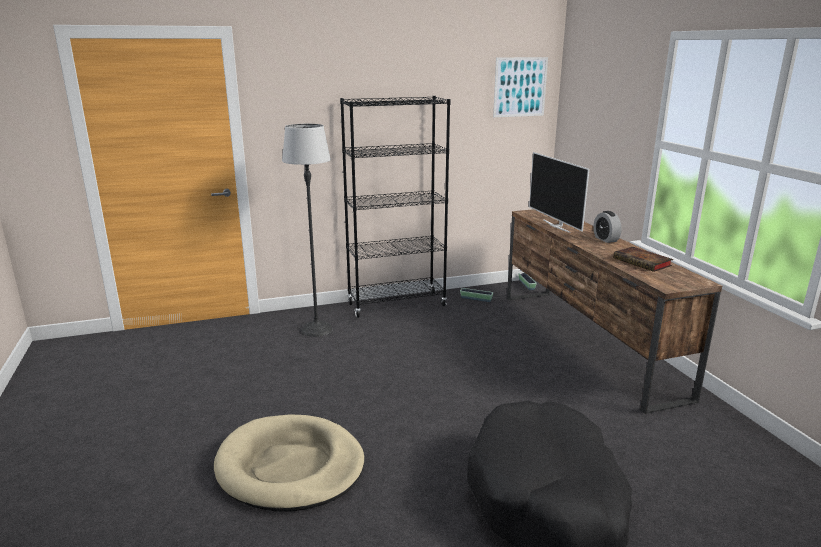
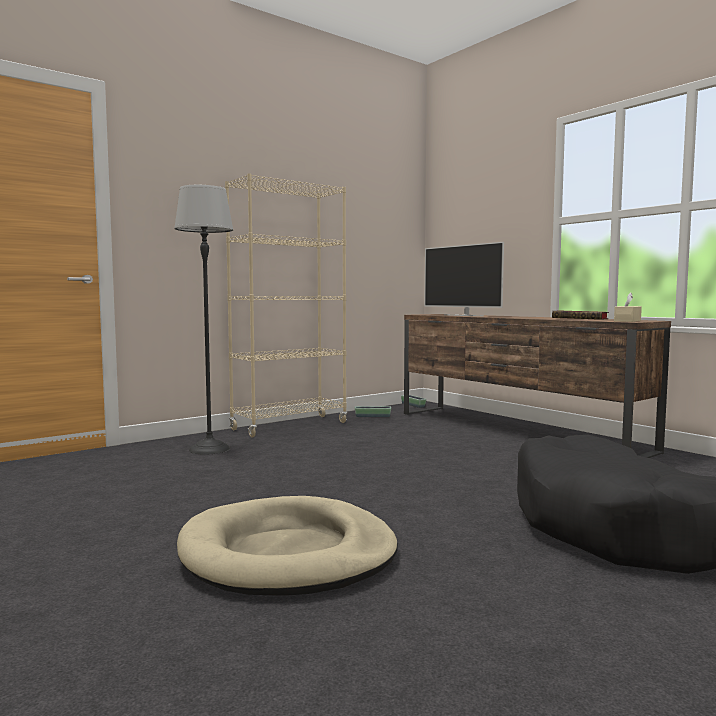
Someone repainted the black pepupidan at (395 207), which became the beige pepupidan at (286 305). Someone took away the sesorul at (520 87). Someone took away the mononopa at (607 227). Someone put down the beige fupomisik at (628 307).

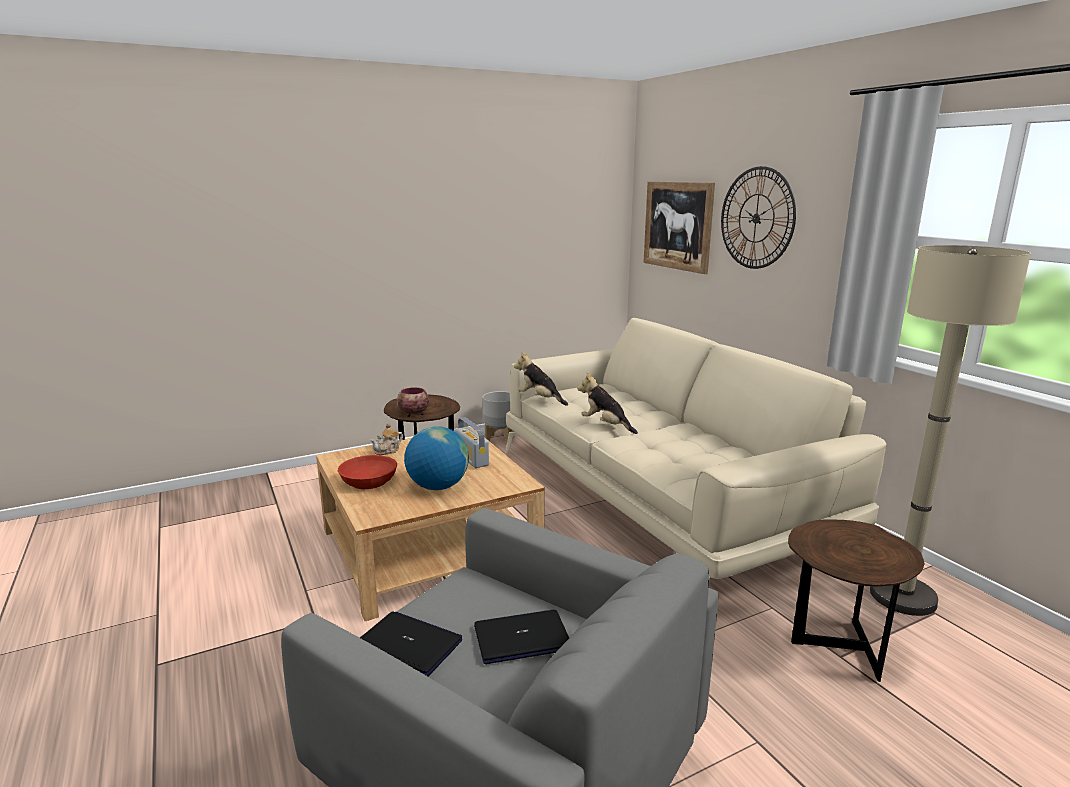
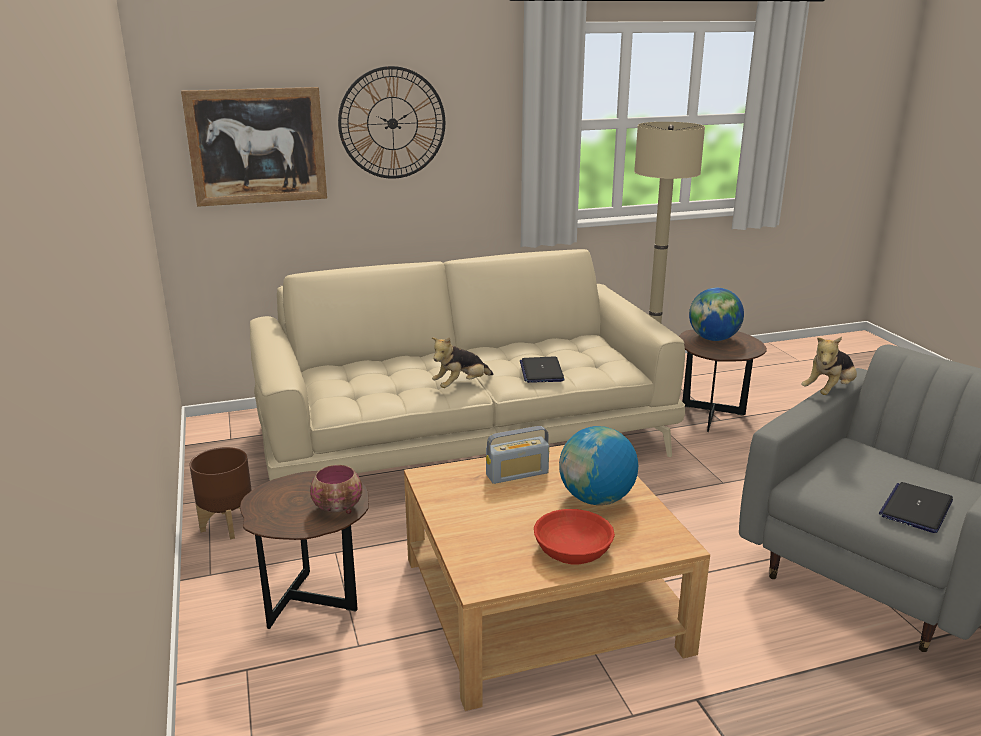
Someone took away the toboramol at (386 439). Someone carried the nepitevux from (521 637) to (542 369). Someone repainted the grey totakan at (498 417), which became the brown totakan at (221 493). Someone carried the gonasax from (541 379) to (829 366). Someone put down the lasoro at (716 314).

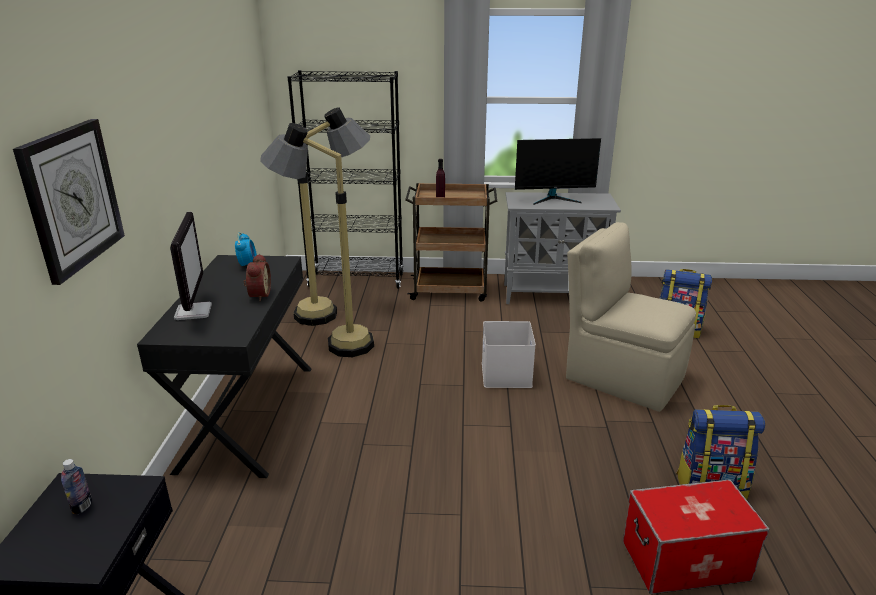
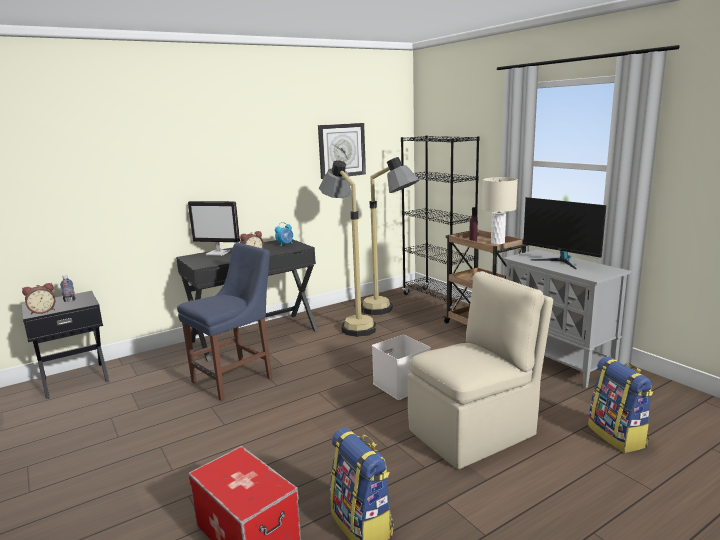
Someone carried the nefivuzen from (69 202) to (342 151). Someone rotated the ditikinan at (191 266) by 60 degrees clockwise. Someone rotated the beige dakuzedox at (631 317) by 60 degrees clockwise. Someone put down the mononopa at (38 299). Someone put down the blue dakuzedox at (224 322). Someone put down the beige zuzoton at (500 211).

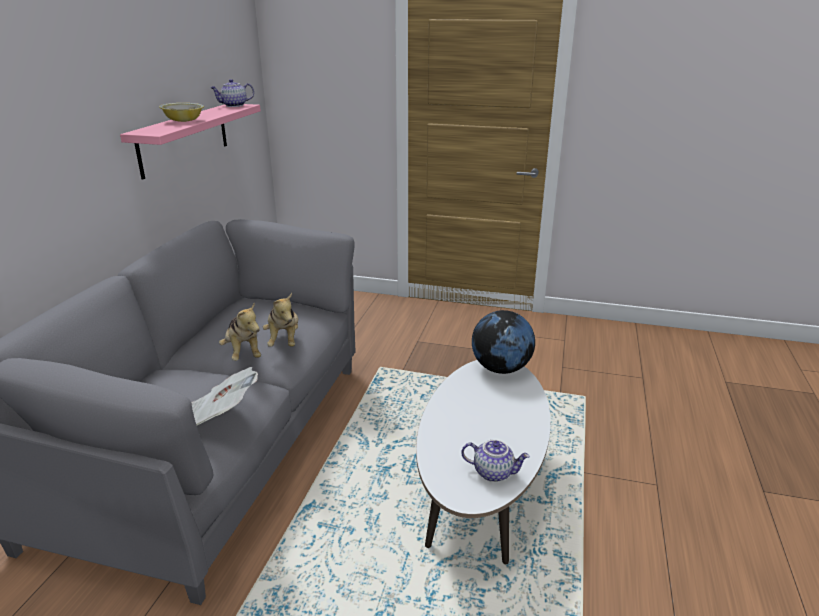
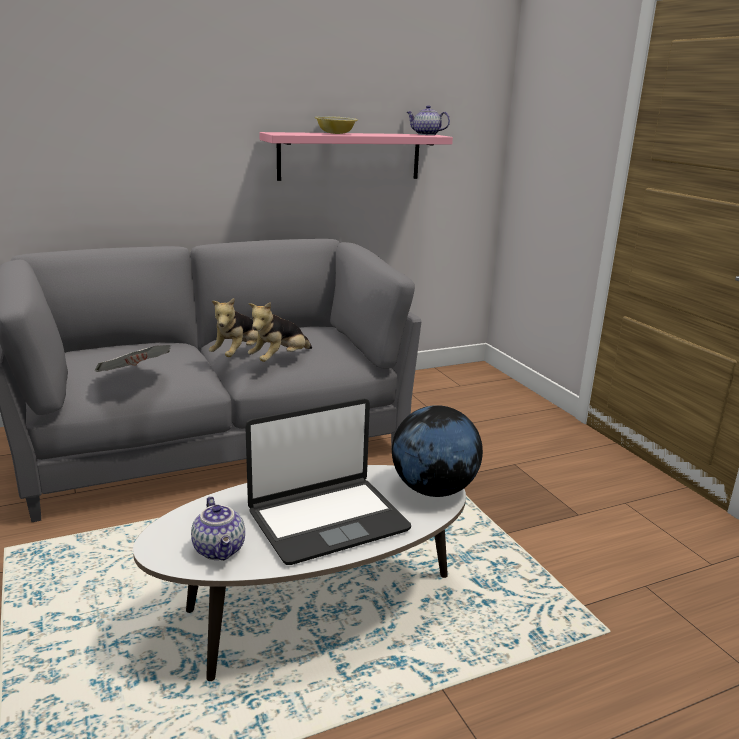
Someone put down the nepitevux at (328 482).

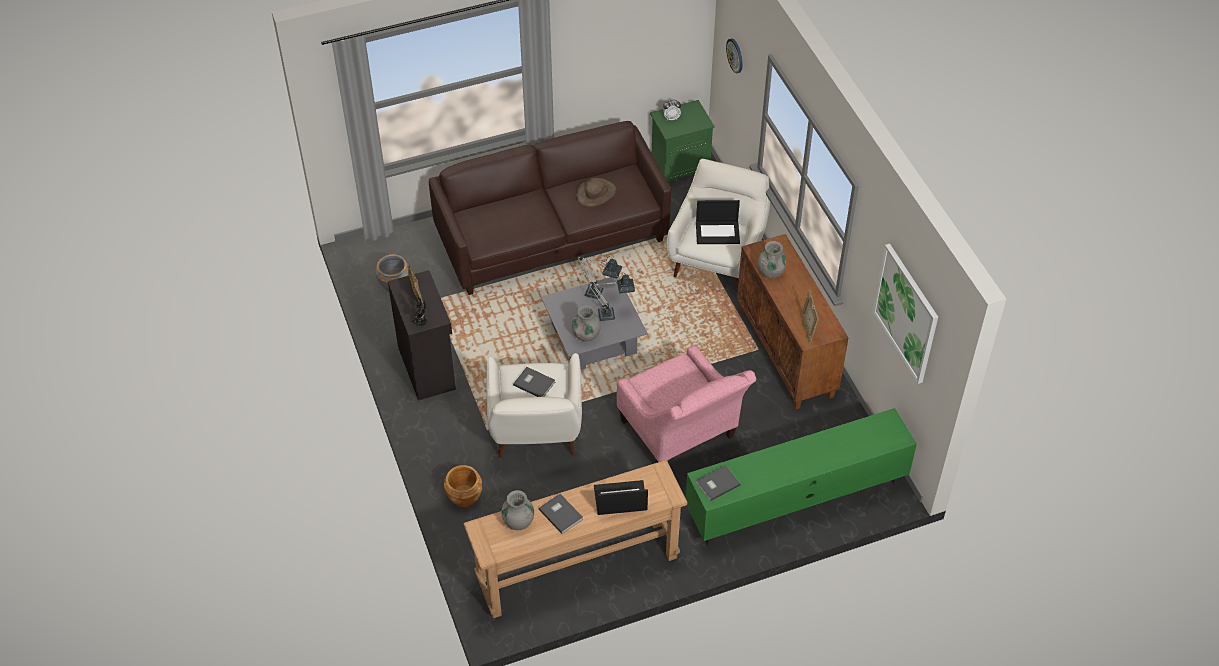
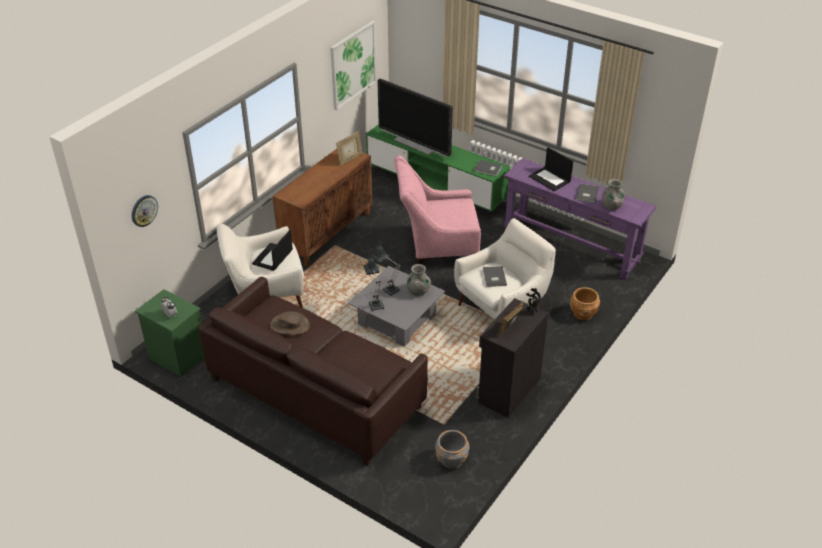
Someone repainted the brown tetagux at (575 539), which became the purple tetagux at (580 219). Someone rotated the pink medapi at (686 404) by 120 degrees counterclockwise. Someone rotated the nepitevux at (718 222) by 120 degrees counterclockwise. Someone took away the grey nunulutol at (772 259). Someone put down the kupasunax at (415 118).

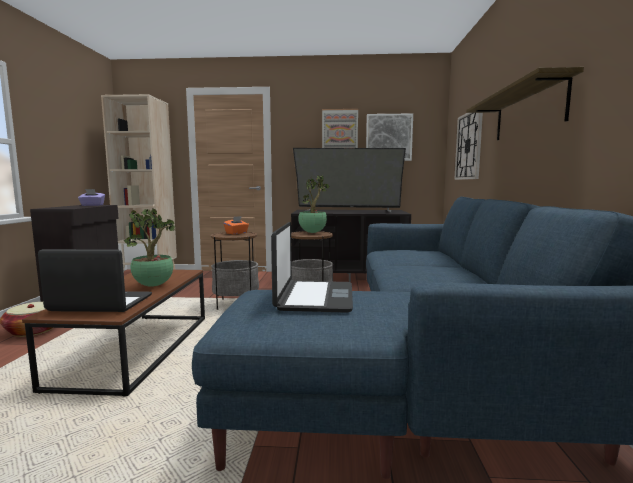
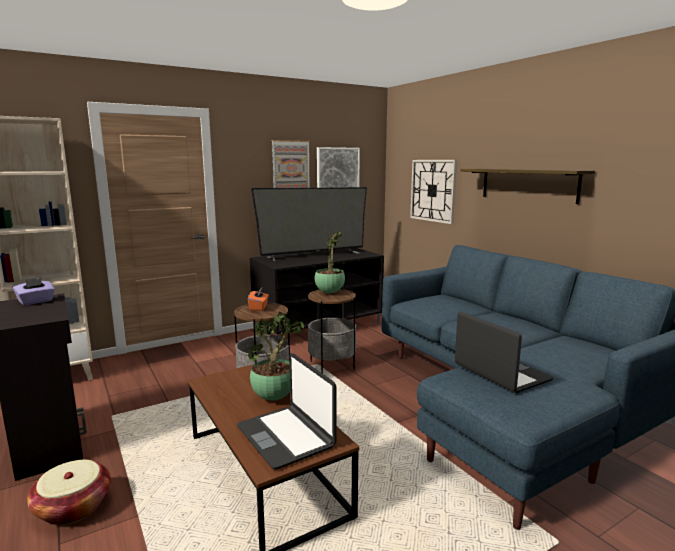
Someone rotated the nepitevux at (95 280) by 90 degrees counterclockwise.

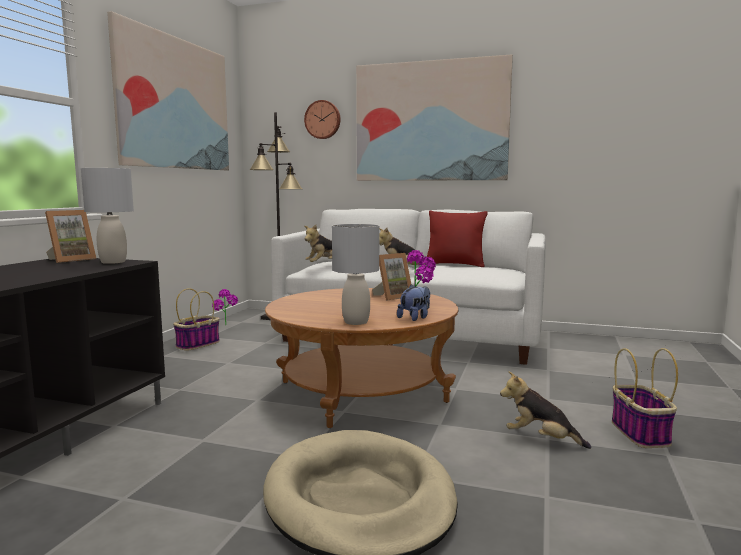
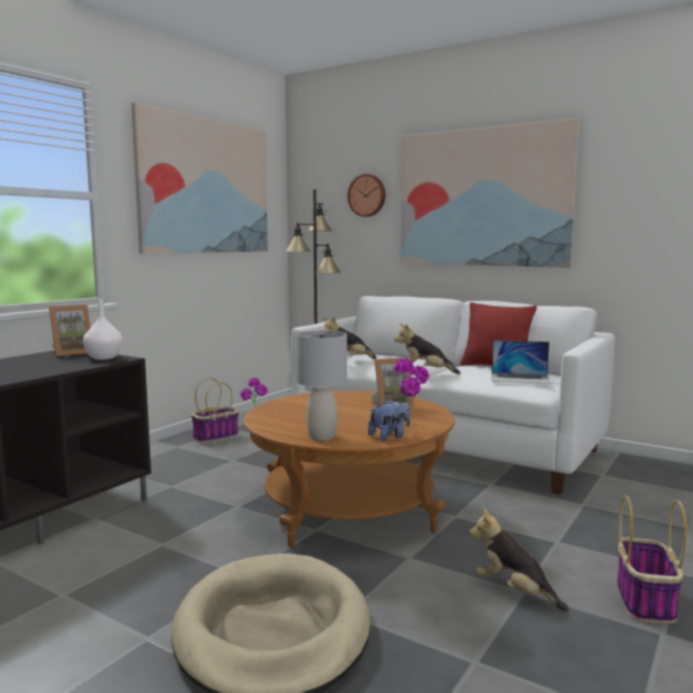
Someone swapped the grey zuzoton at (107 216) for the white nunulutol at (102 329). Someone put down the nepitevux at (520 362).

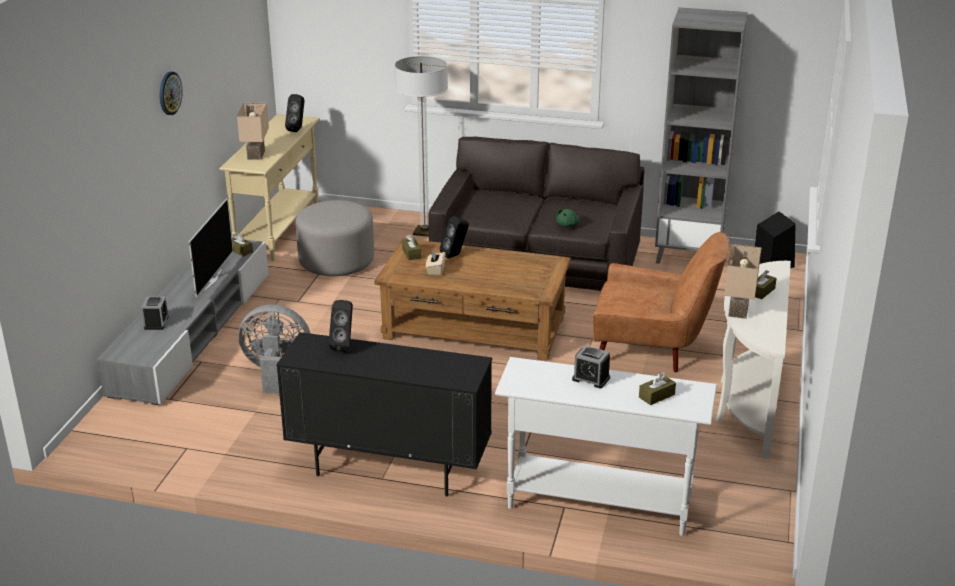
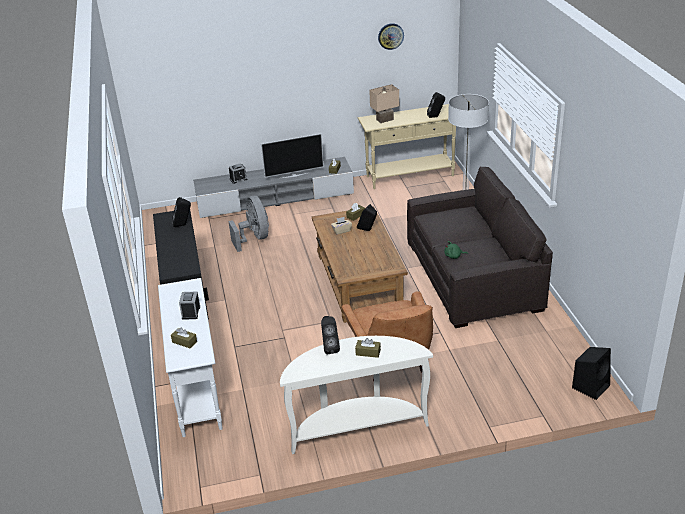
Someone carried the nefivuzen from (171 93) to (391 36). Someone took away the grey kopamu at (334 238). Someone took away the grey pepupidan at (701 135). Someone swapped the beige zuzoton at (743 281) for the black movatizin at (330 335).

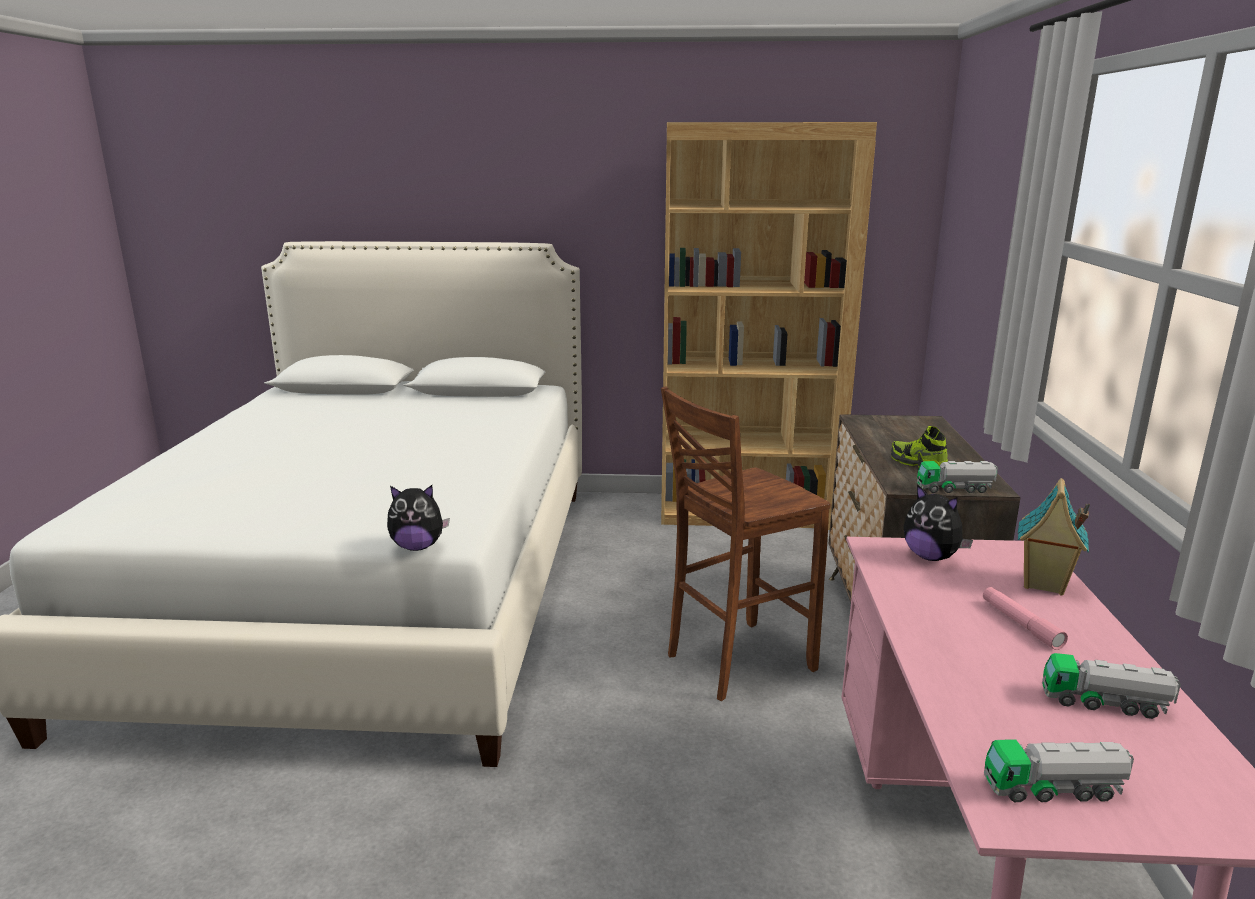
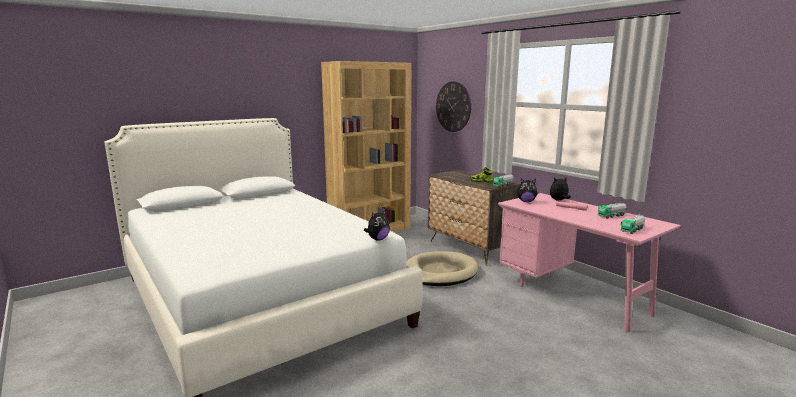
Someone swapped the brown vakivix at (746 543) for the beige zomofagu at (442 268). Someone swapped the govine at (1054 536) for the gonasax at (560 189). Someone put up the nefivuzen at (453 106).

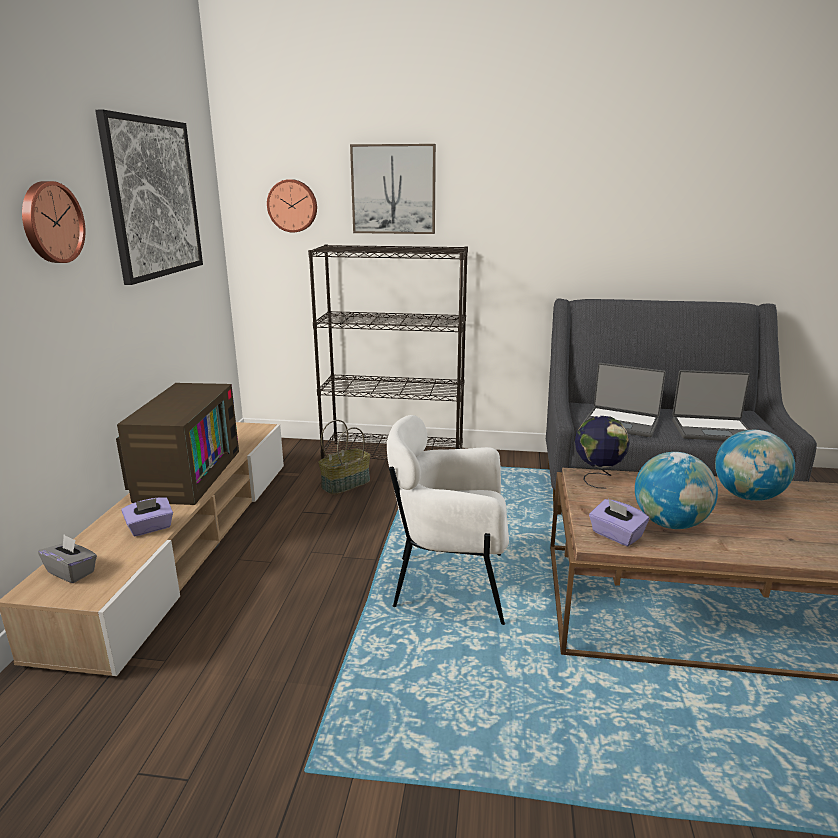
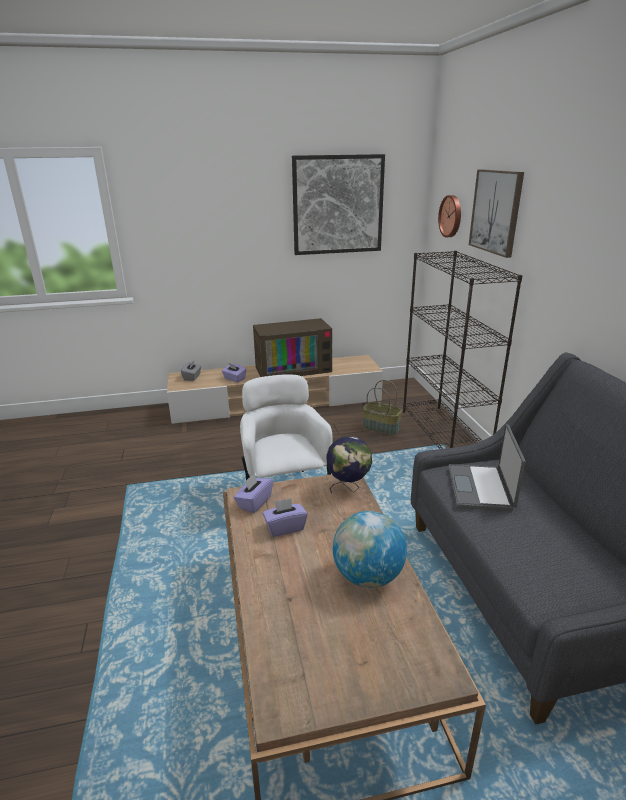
Someone took away the nefivuzen at (53 222). Someone swapped the lasoro at (676 490) for the purple fupomisik at (285 517). Someone took away the nepitevux at (711 405).

